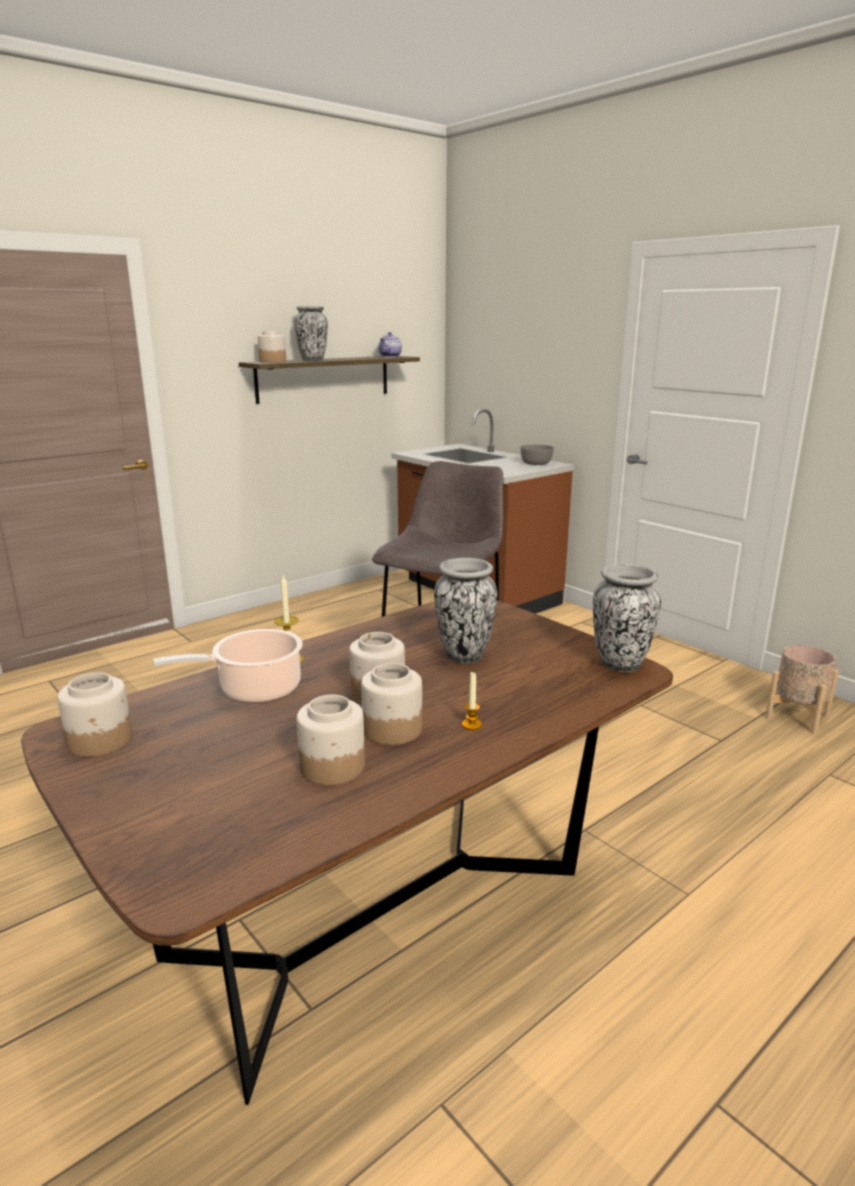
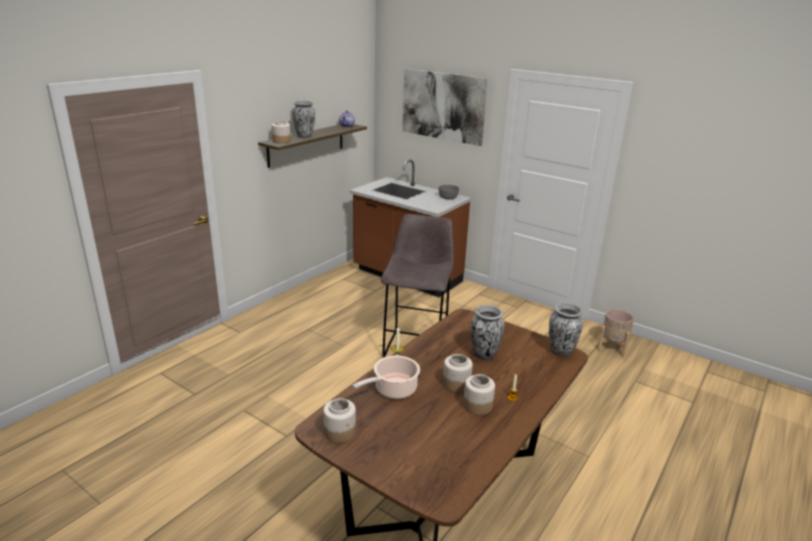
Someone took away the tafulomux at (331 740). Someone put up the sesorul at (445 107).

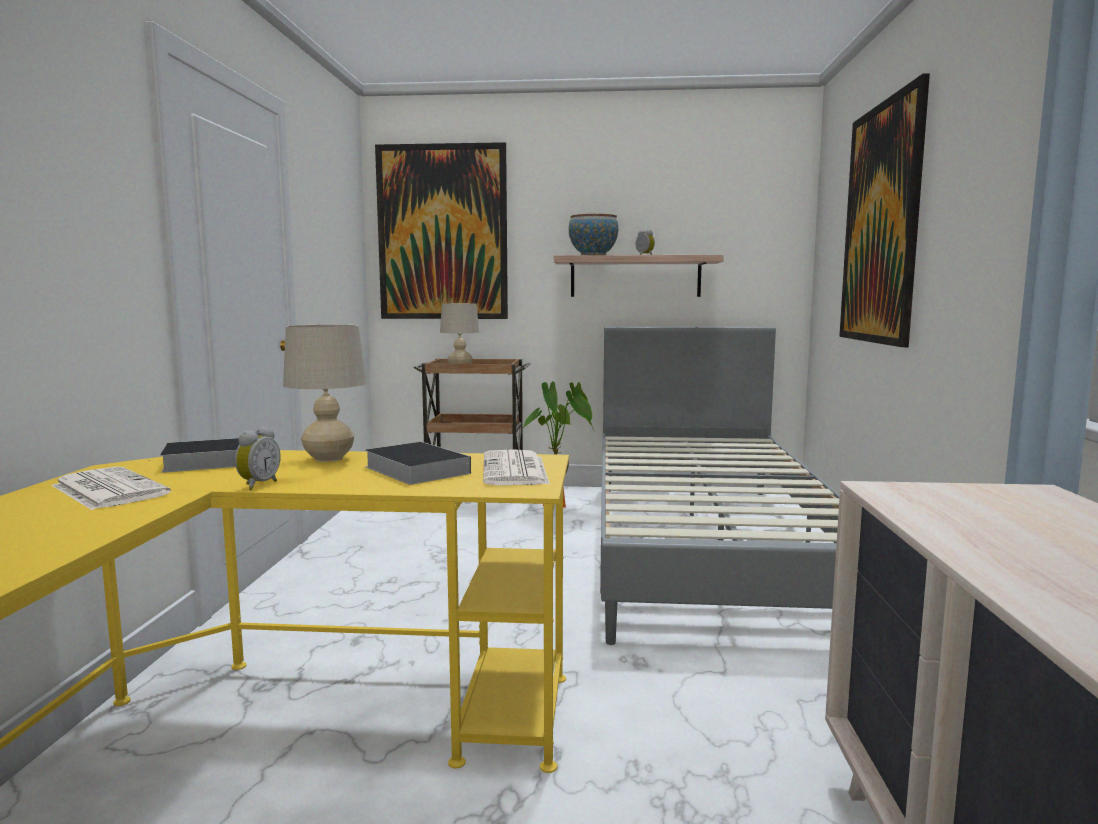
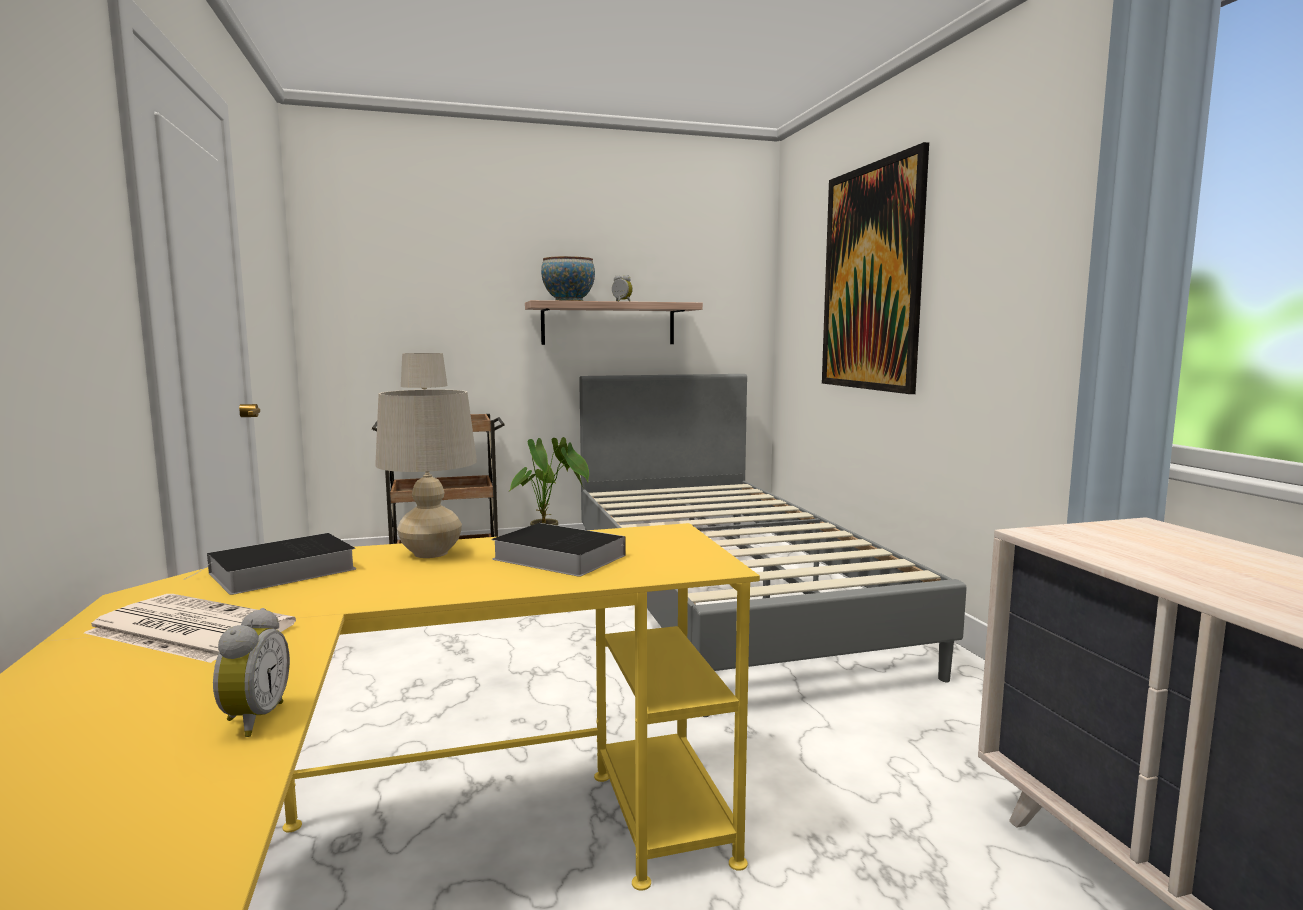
Someone carried the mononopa from (258 458) to (251 672). Someone took away the sesorul at (441 230). Someone took away the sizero at (516 467).

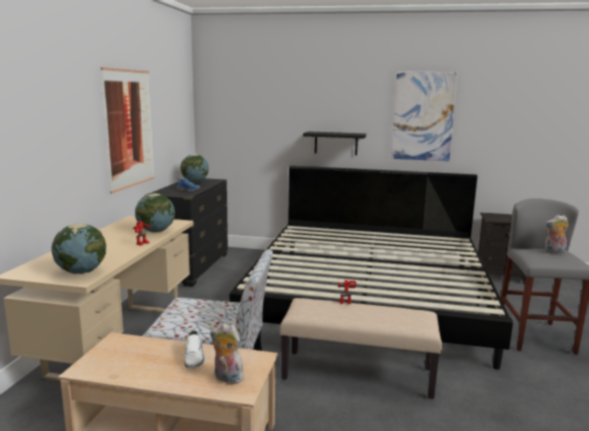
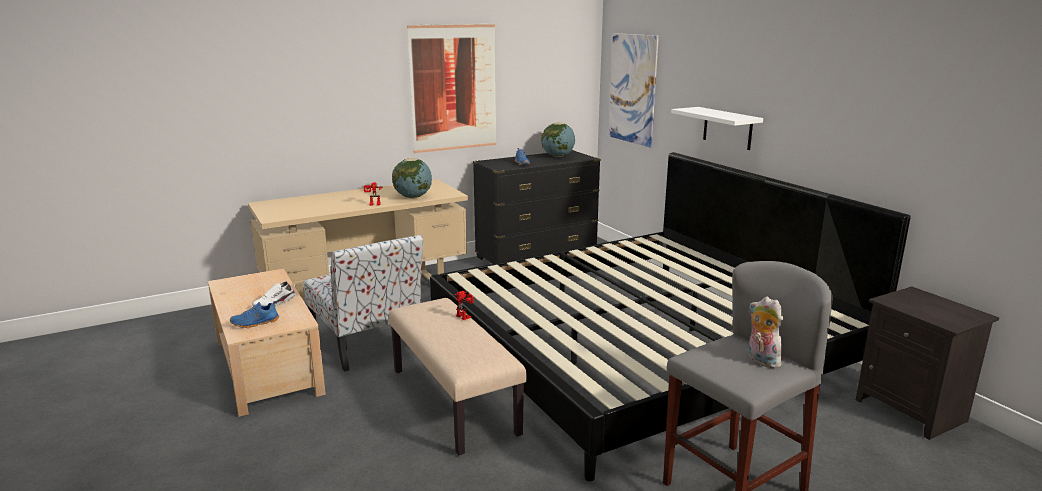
Someone took away the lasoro at (78 248). Someone swapped the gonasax at (227 353) for the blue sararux at (254 314). Someone repainted the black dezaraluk at (334 143), which became the white dezaraluk at (717 128). Someone carried the sesorul from (424 116) to (634 90).

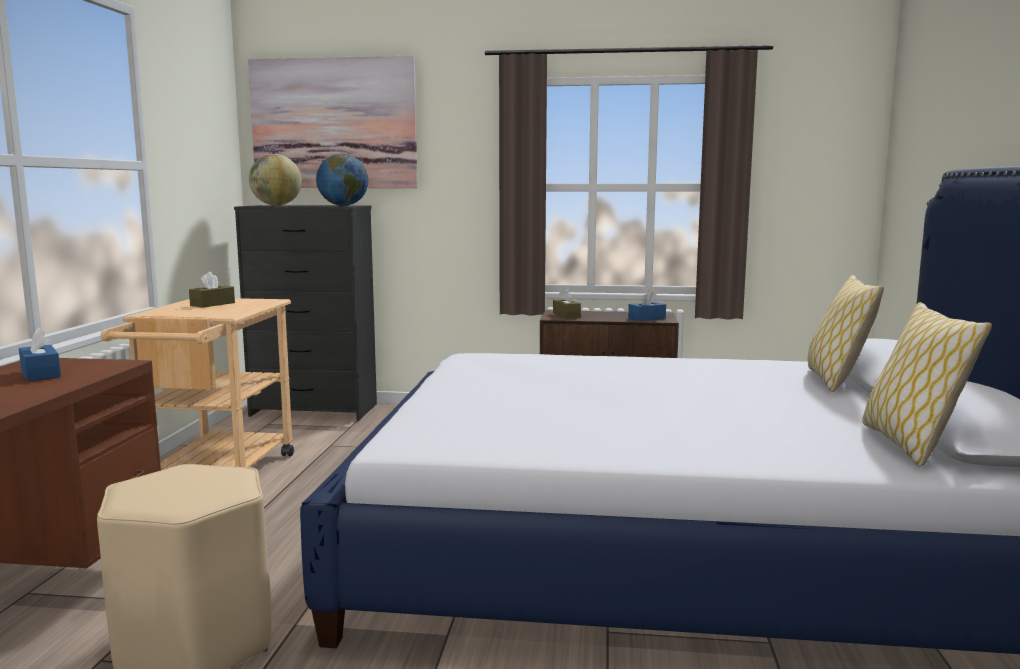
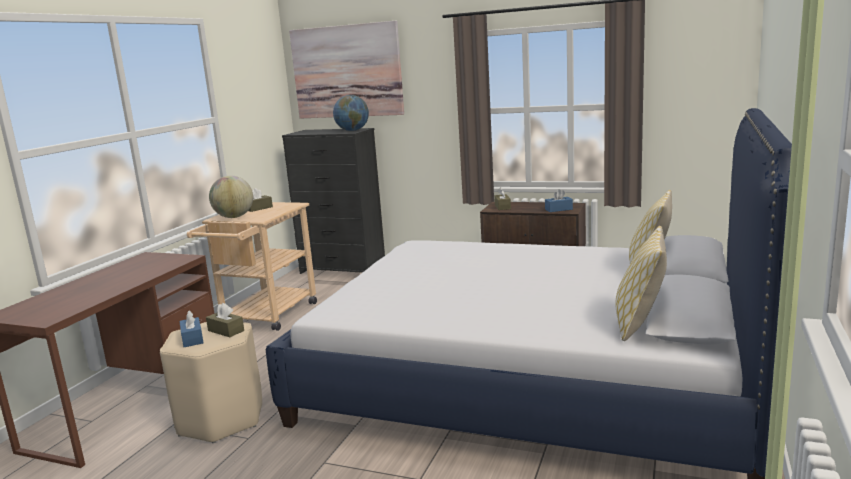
Someone carried the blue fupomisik from (40 354) to (191 328). Someone carried the lasoro from (275 180) to (231 197). Someone put down the brown fupomisik at (225 320).

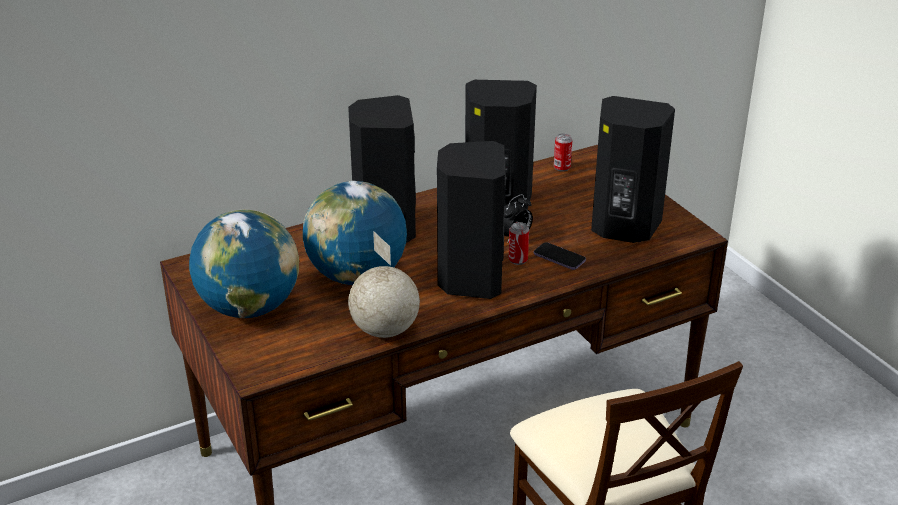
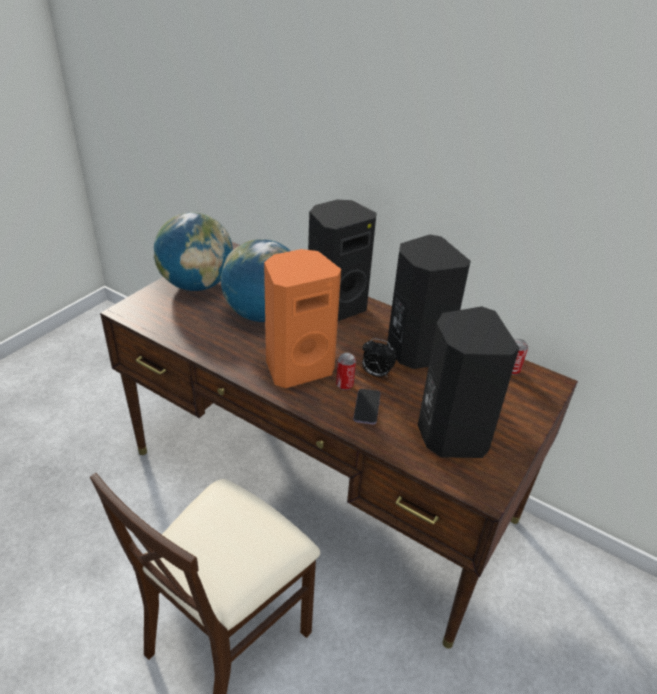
Someone took away the lasoro at (384 284). Someone repainted the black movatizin at (471 220), which became the orange movatizin at (302 318).

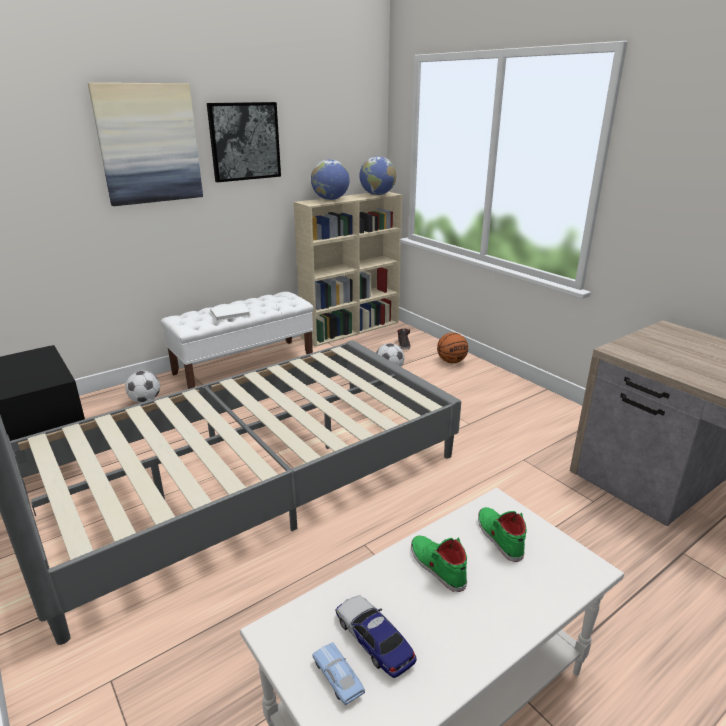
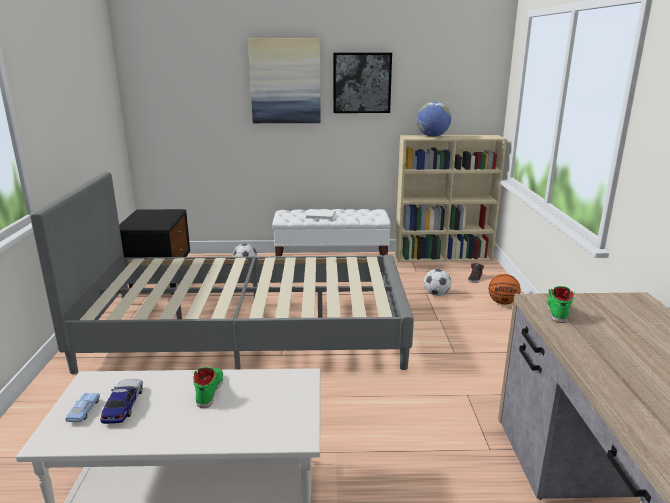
Someone took away the lasoro at (377 175). Someone carried the green sararux from (502 534) to (560 304).

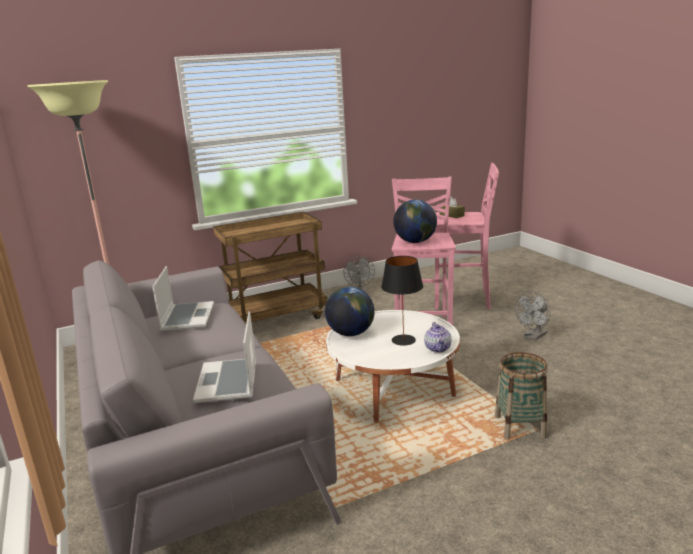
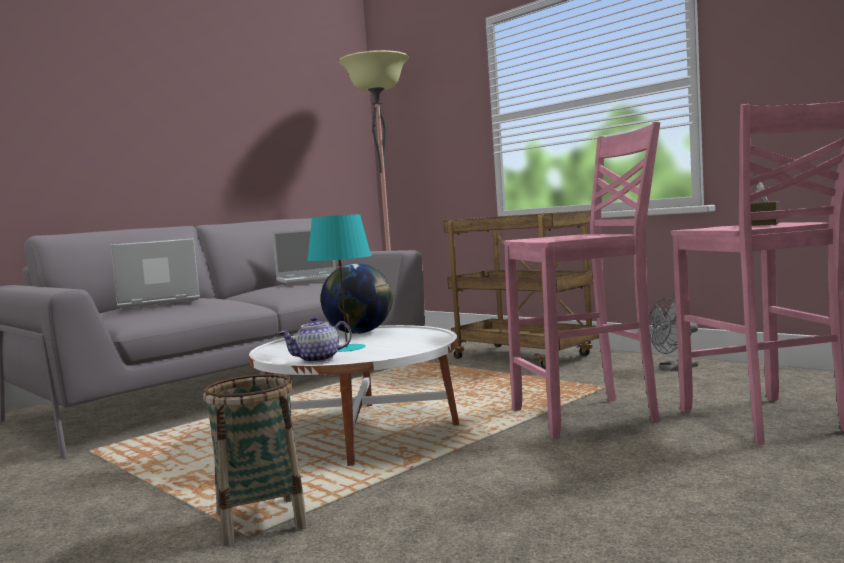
Someone repainted the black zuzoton at (402 301), which became the turquoise zuzoton at (339 283). Someone took away the lasoro at (415 221). Someone took away the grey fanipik at (532 316).

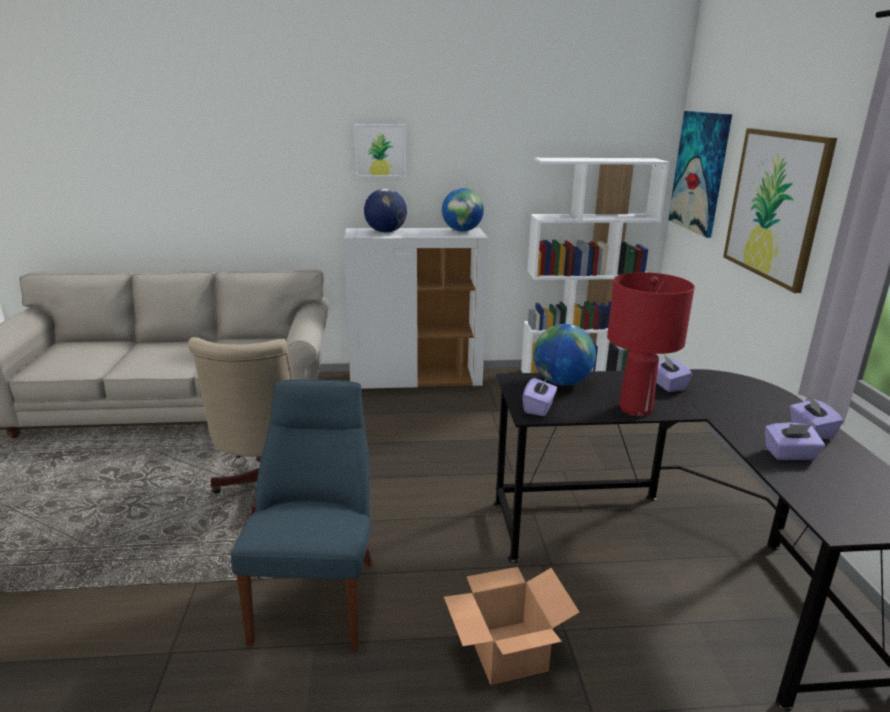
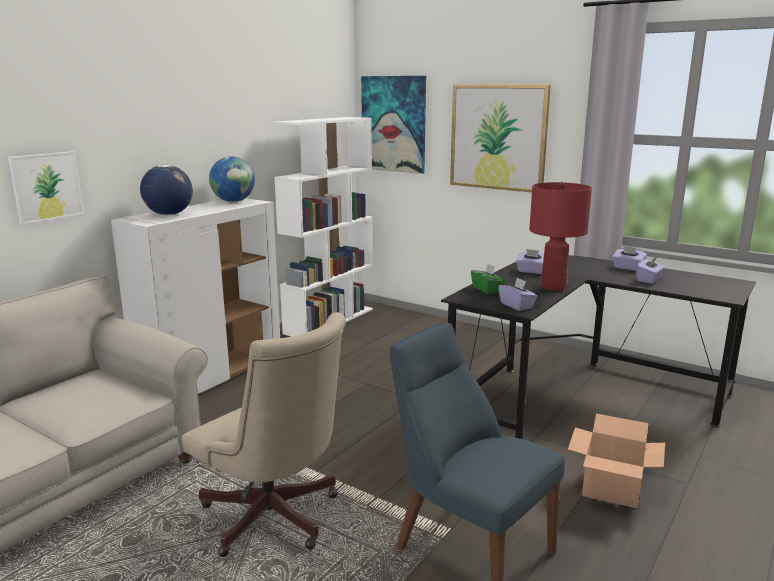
Someone carried the sesorul from (380 150) to (46 188). Someone swapped the lasoro at (565 355) for the green fupomisik at (488 279).

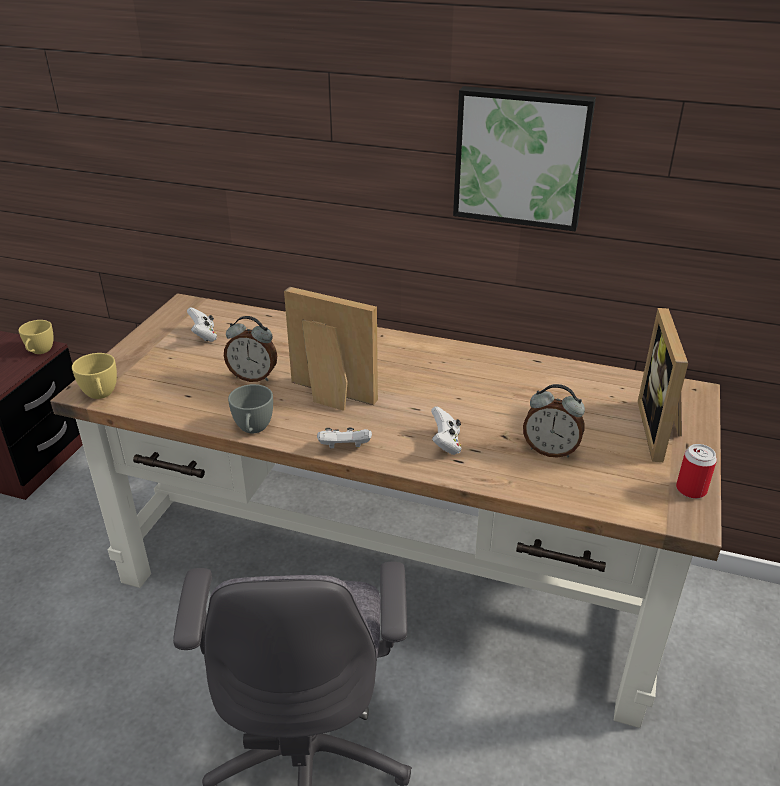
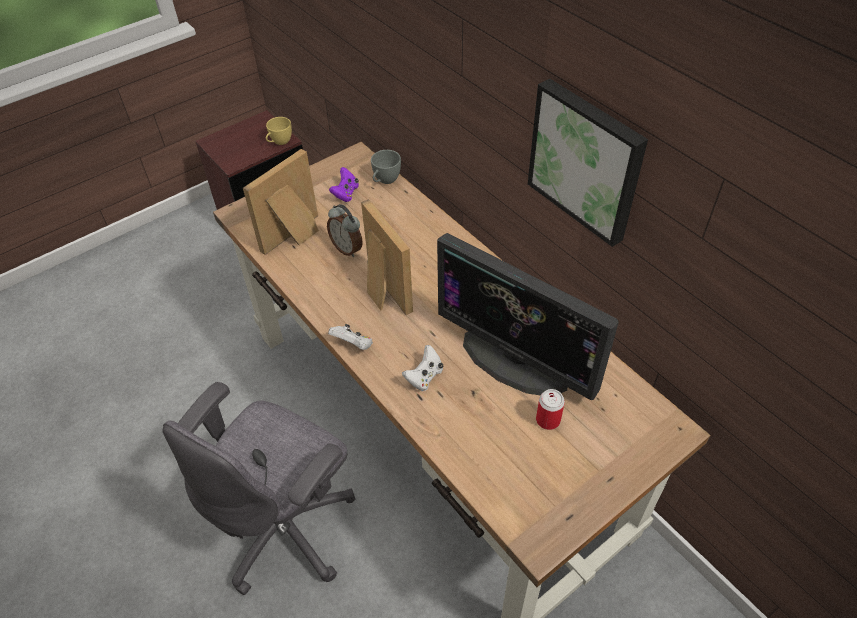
Someone took away the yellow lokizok at (94 376). Someone repainted the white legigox at (202 324), which became the purple legigox at (344 184). Someone carried the grey lokizok from (250 409) to (386 167). Someone took away the mononopa at (554 421). Someone carried the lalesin from (663 385) to (281 202). Someone carried the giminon from (696 471) to (550 409). Someone put down the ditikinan at (528 316).

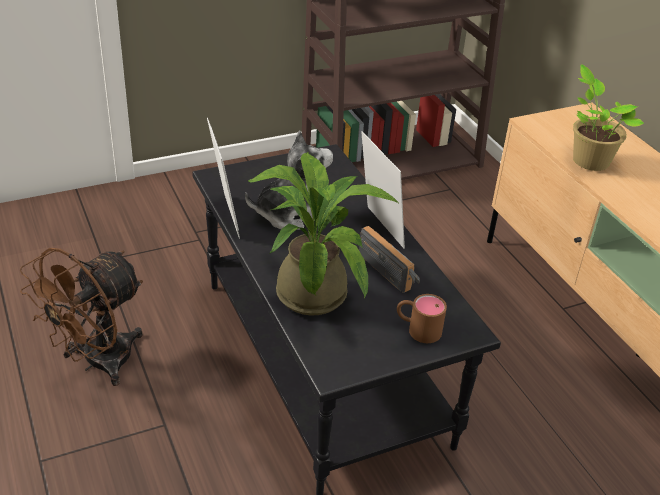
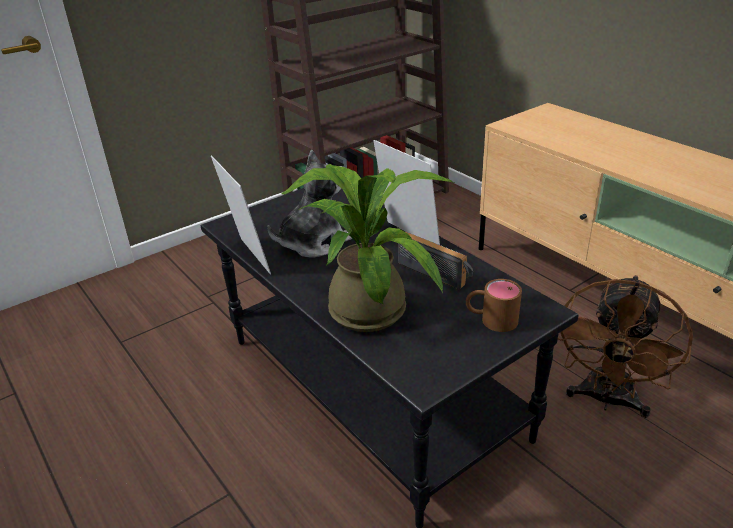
Someone carried the brown fanipik from (81 317) to (625 346). Someone took away the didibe at (608 117).

